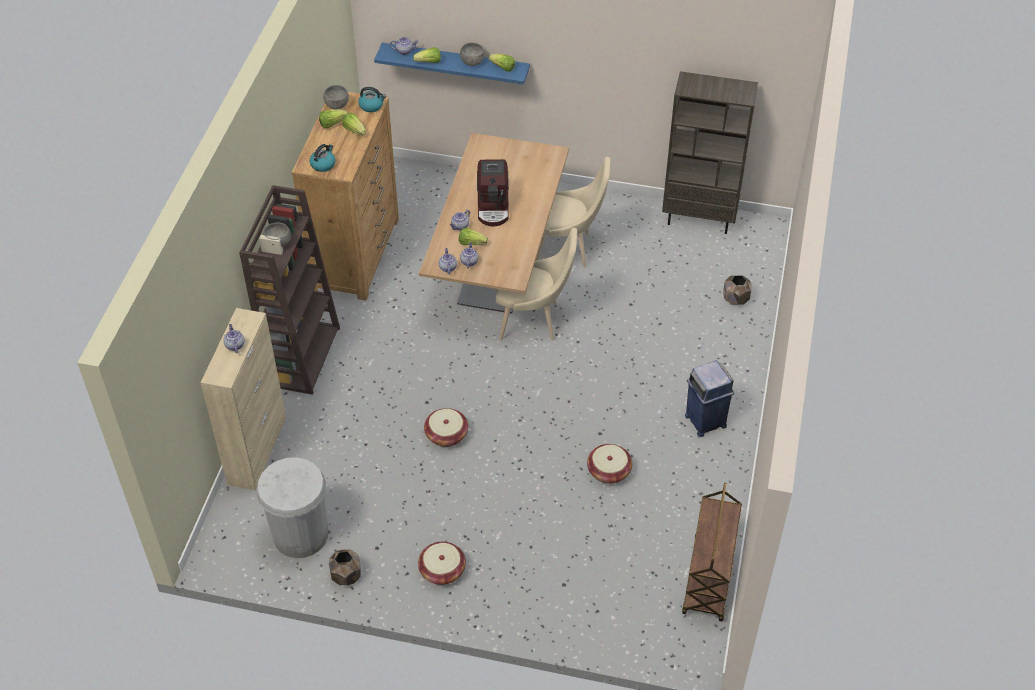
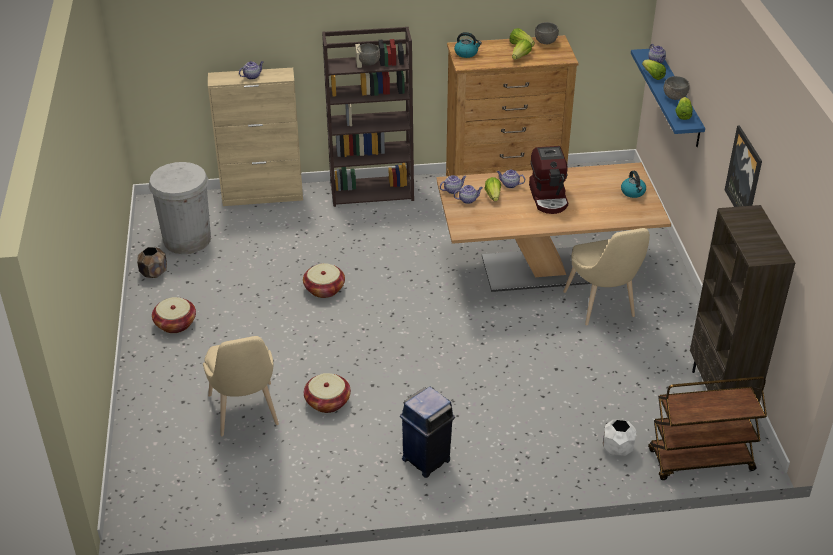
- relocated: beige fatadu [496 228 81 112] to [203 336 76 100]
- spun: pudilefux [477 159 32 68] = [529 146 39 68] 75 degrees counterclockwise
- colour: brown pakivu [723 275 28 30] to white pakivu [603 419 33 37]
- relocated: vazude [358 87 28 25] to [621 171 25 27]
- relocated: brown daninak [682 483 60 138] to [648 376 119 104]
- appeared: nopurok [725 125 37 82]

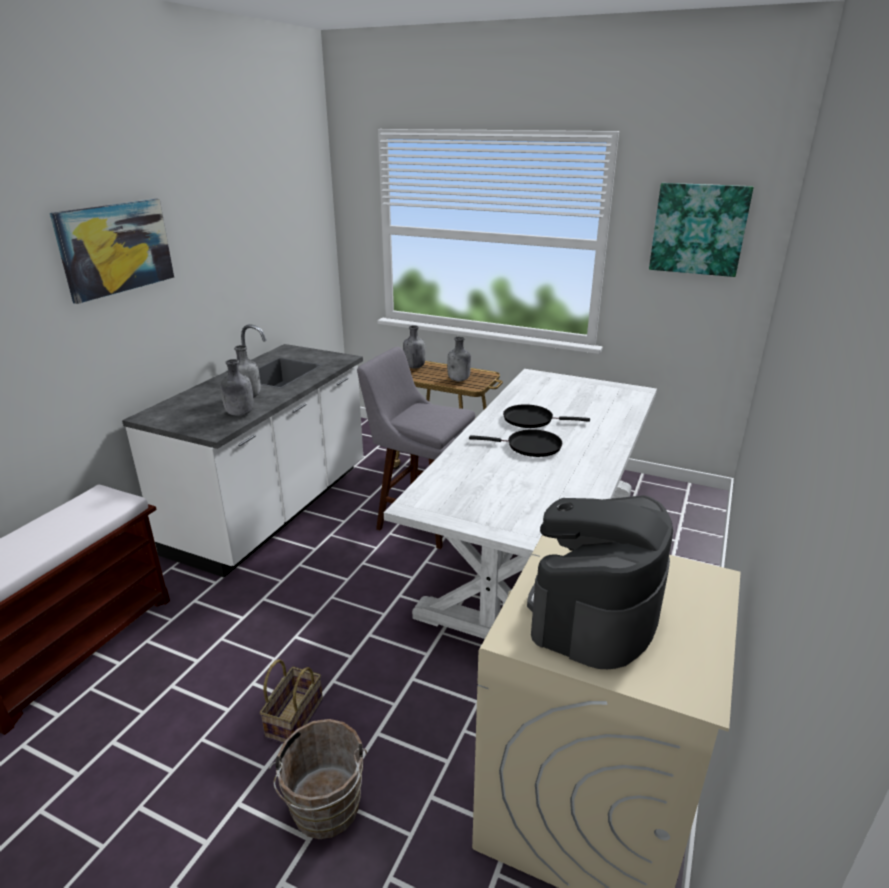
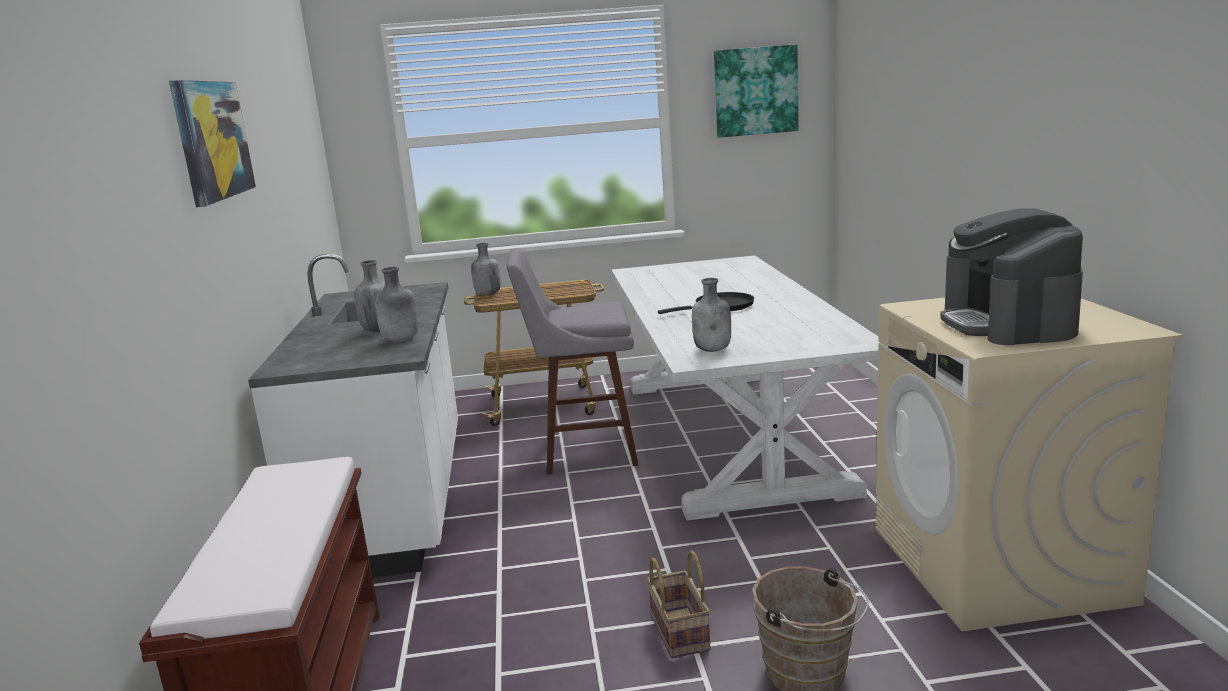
- relocated: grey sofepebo [447 337 24 44] to [692 278 39 74]
- missing: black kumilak [503 404 87 24]

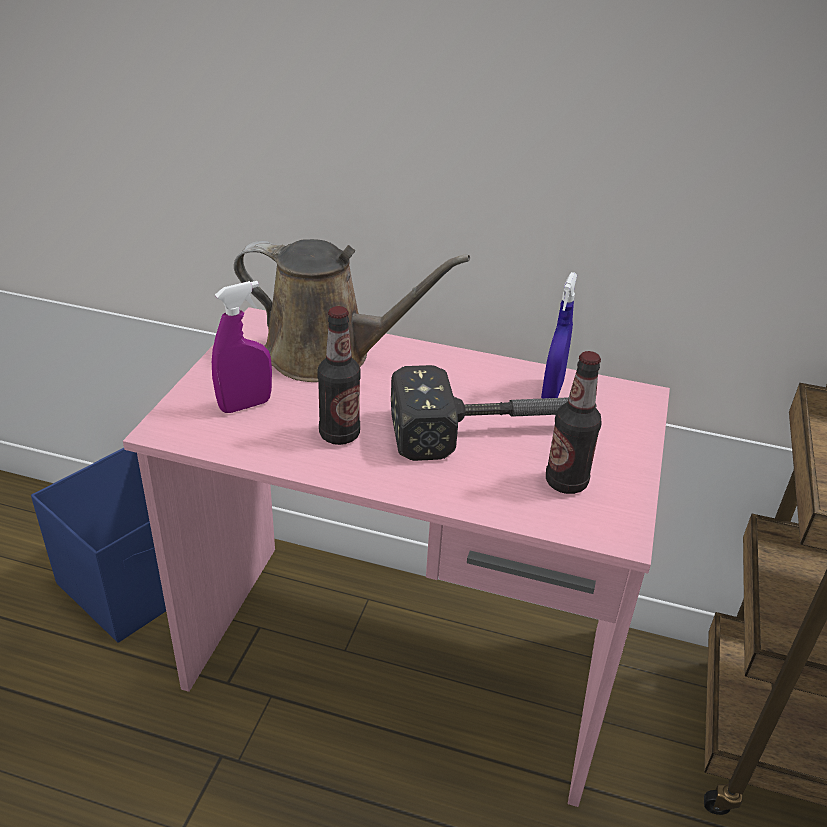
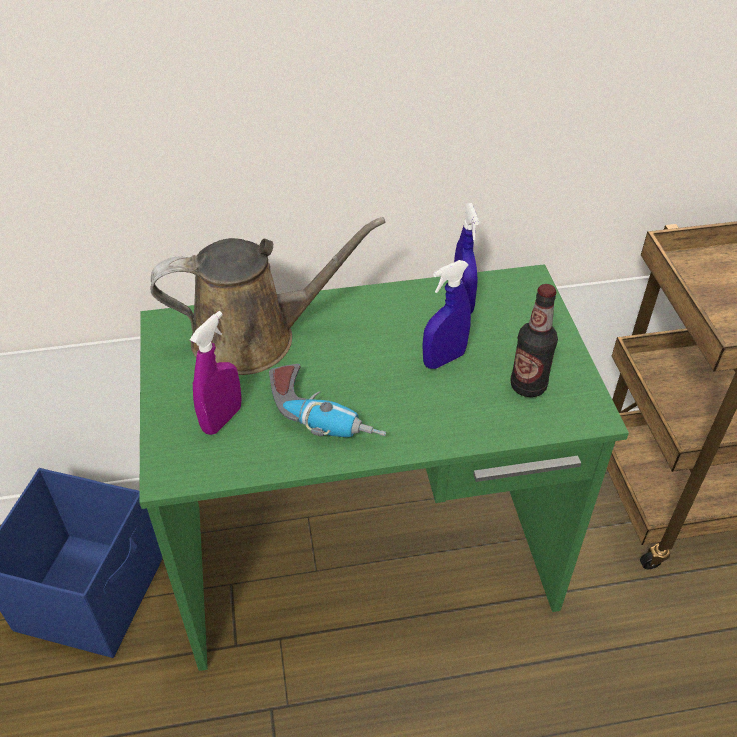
- colour: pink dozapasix [123 307 547 500] to green dozapasix [139 264 490 407]
- exchanged: sofepebo [317 306 44 139] to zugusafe [269 364 117 73]
- exchanged: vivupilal [391 365 205 96] to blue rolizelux [422 260 49 109]

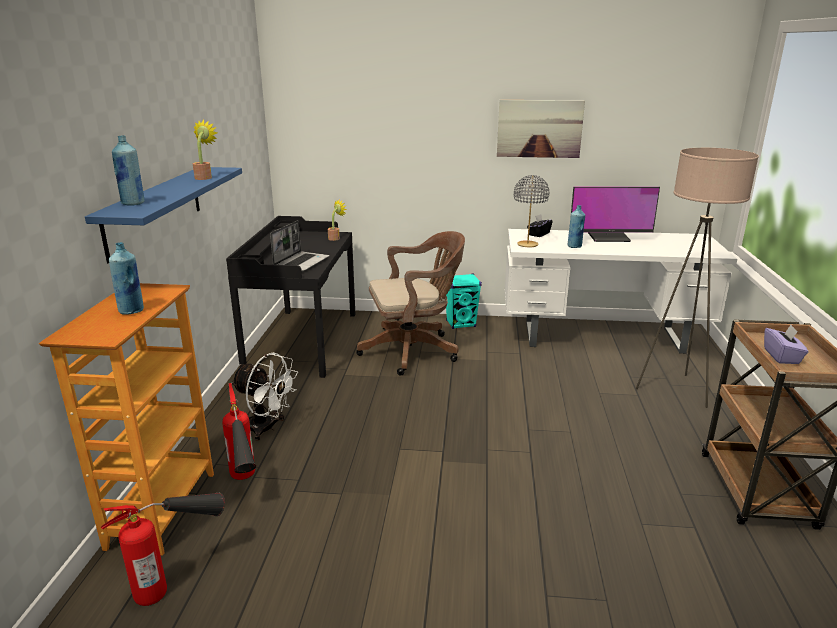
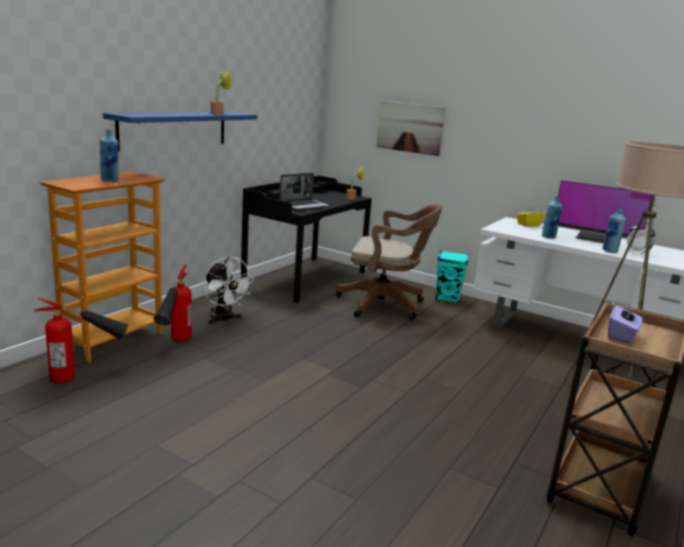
- relocated: nopurok [497 100 88 58] to [376 100 70 56]
- colour: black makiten [527 214 26 23] to yellow makiten [516 205 29 21]
- relocated: blue sofepebo [112 135 33 71] to [602 208 24 45]
- appeared: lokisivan [627 222 28 34]
- missing: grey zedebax [514 175 36 72]

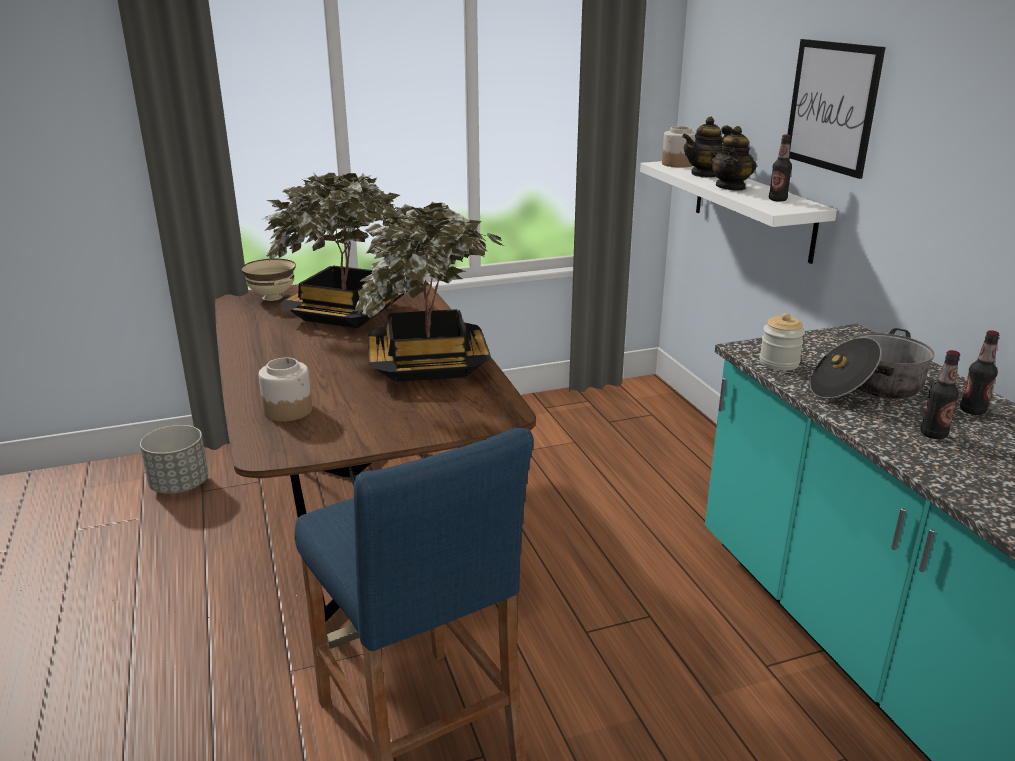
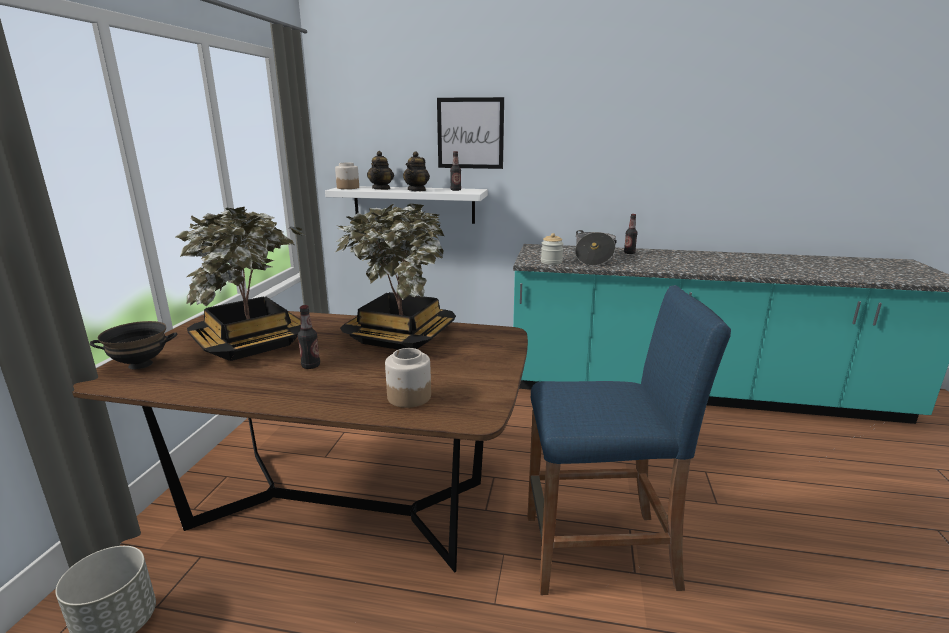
- colour: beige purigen [241 259 55 42] to black purigen [90 321 87 48]
- relocated: sofepebo [920 350 40 89] to [298 305 22 64]
- spun: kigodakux [710 126 47 65] = [403 151 27 40] 60 degrees clockwise

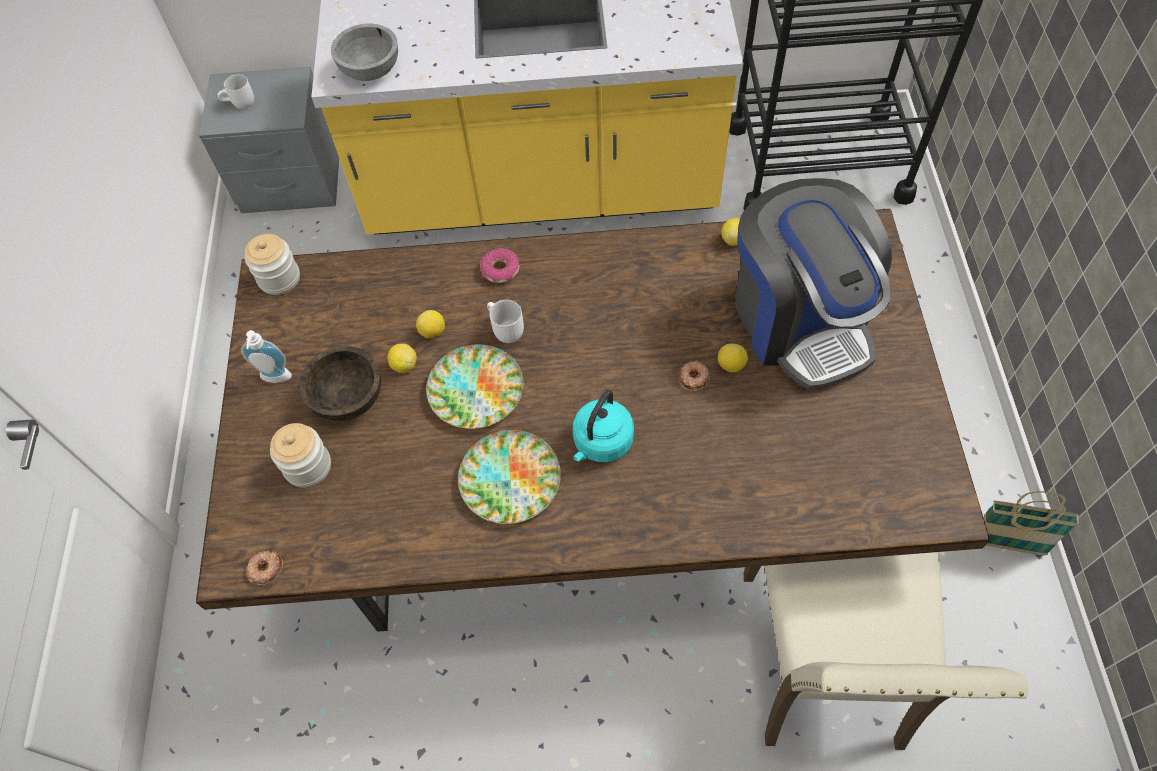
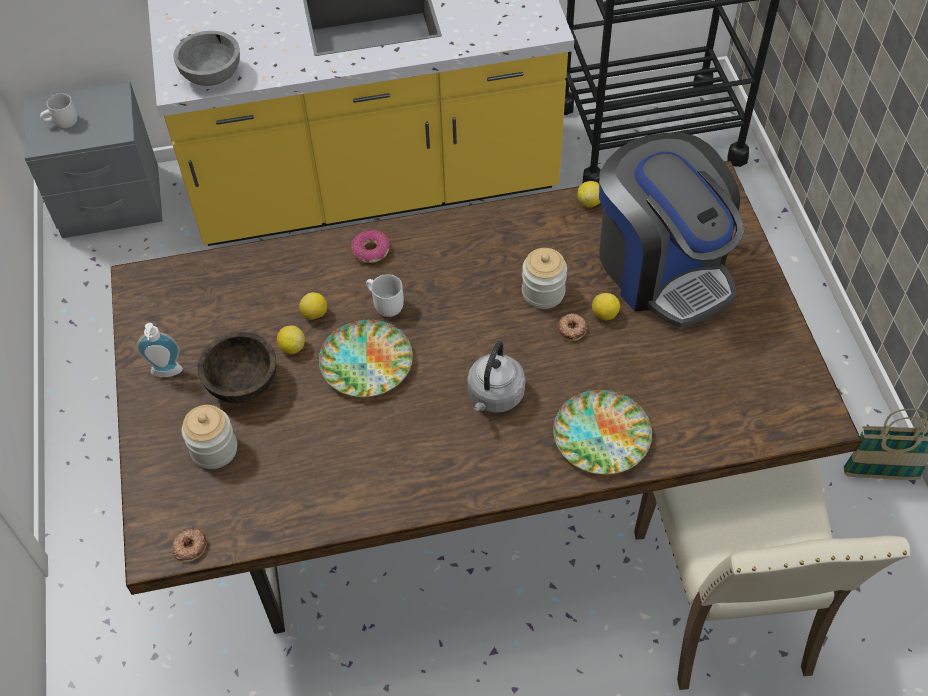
- colour: turquoise vazude [573 390 61 72] to grey vazude [467 341 59 72]
- relocated: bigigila [245 234 55 61] to [522 248 45 61]
- relocated: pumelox [458 430 103 94] to [553 390 99 84]

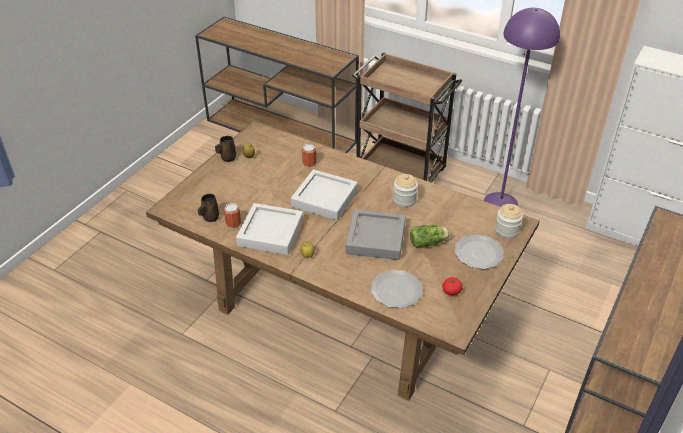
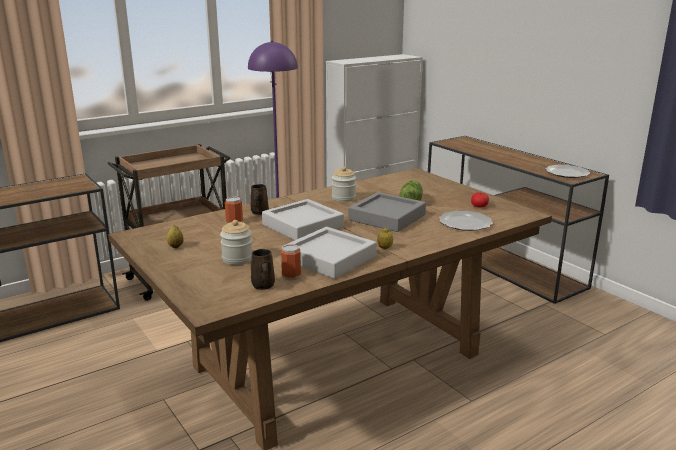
- relocated: bigigila [495 204 28 35] to [220 220 32 45]
- relocated: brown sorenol [215 136 21 26] to [251 184 18 31]
- relocated: pumelox [454 234 50 35] to [545 165 45 13]

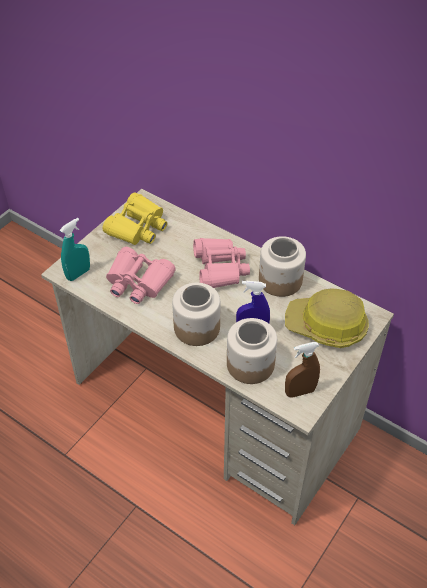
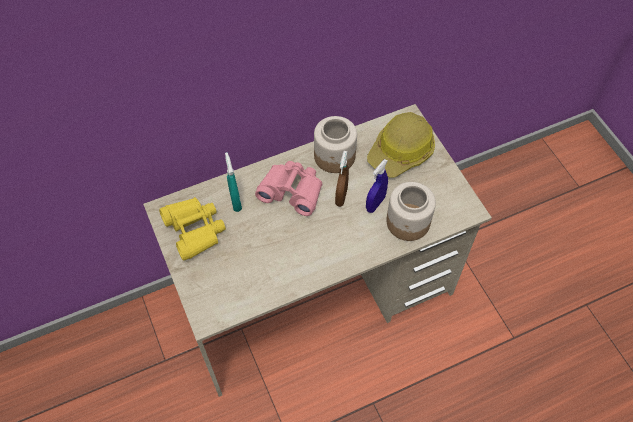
- relocated: turquoise rolizelux [60 218 30 63] to [225 153 17 59]
- relocated: brown rolizelux [285 342 35 56] to [335 151 14 56]
- missing: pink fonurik [106 247 70 57]
- missing: bigigila [172 283 48 63]

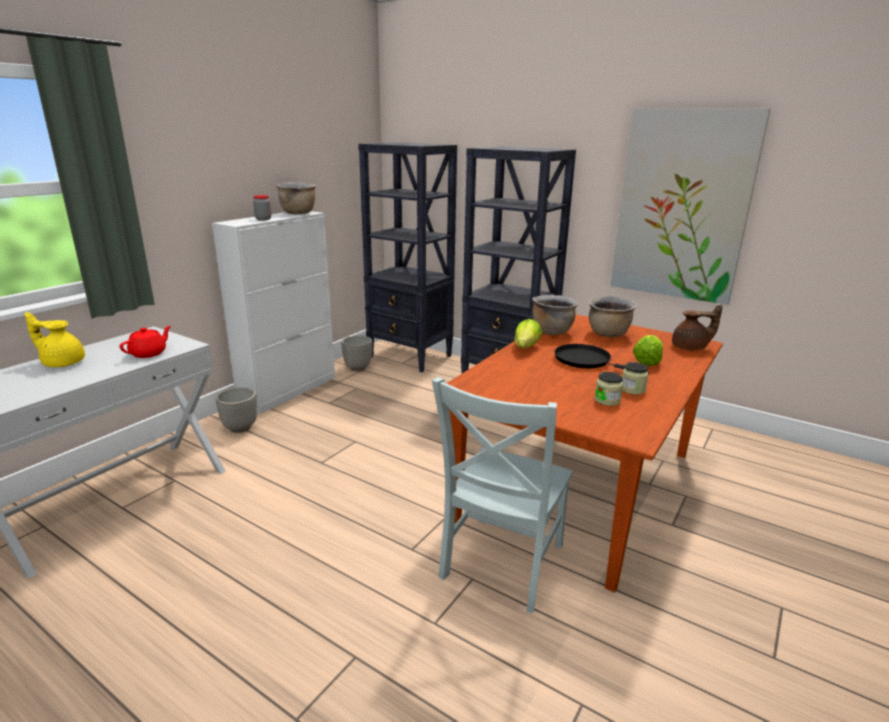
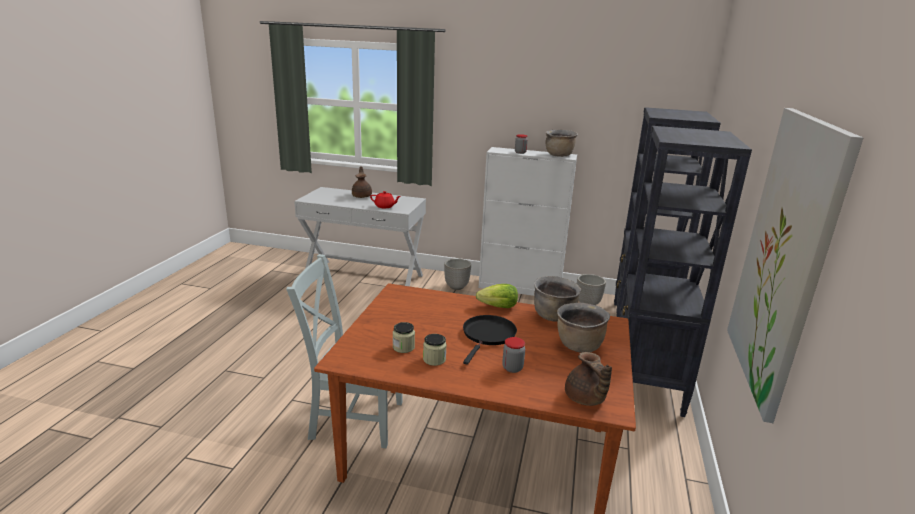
- colour: yellow kigodakux [25 312 60 55] to brown kigodakux [352 166 20 32]
- exchanged: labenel [633 335 30 31] to bigigila [502 337 23 36]

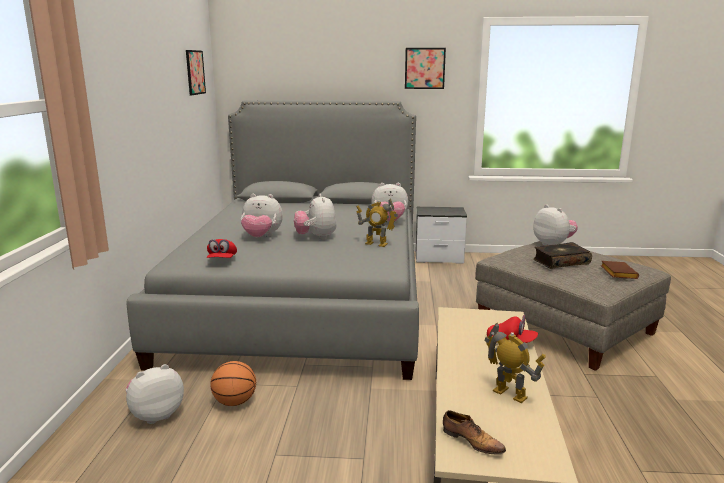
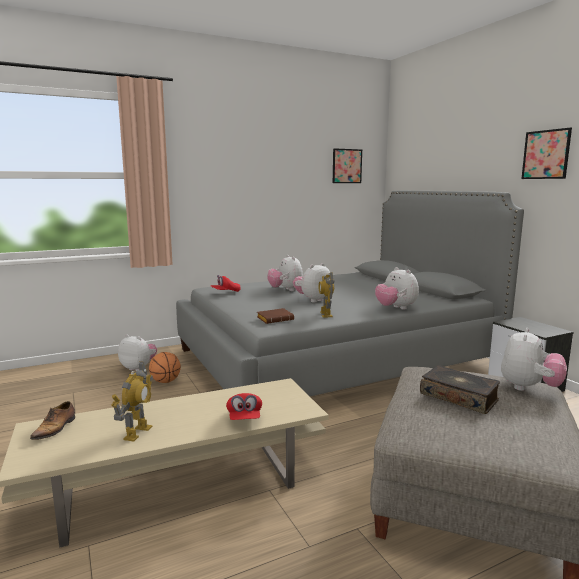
- relocated: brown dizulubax [601 261 38 18] to [257 308 37 16]

